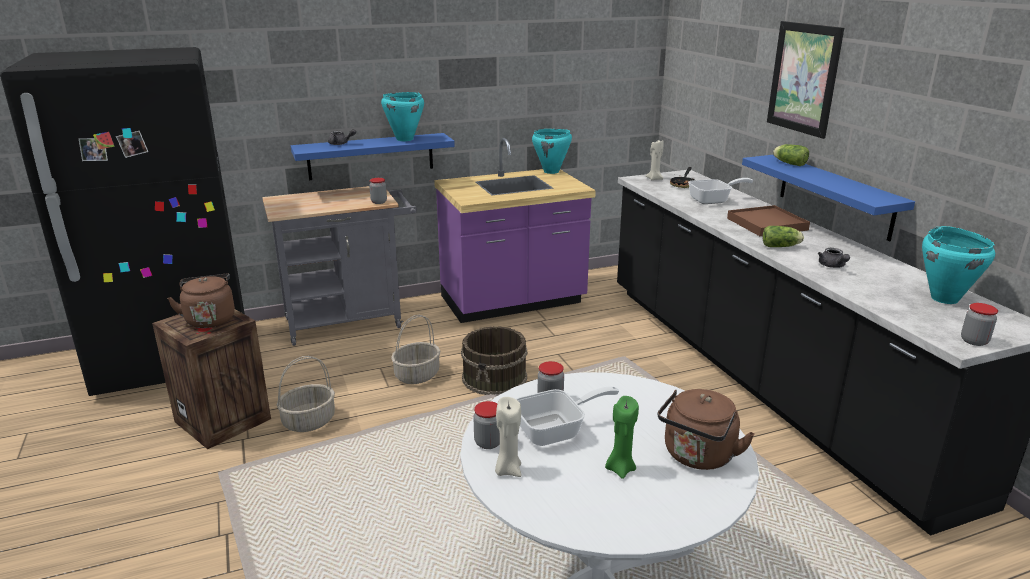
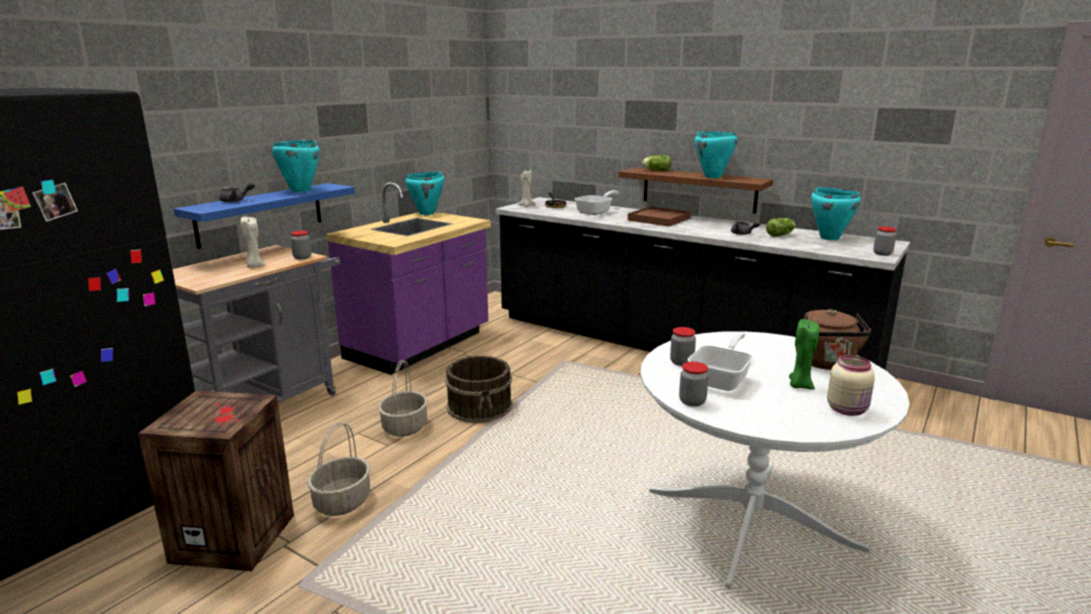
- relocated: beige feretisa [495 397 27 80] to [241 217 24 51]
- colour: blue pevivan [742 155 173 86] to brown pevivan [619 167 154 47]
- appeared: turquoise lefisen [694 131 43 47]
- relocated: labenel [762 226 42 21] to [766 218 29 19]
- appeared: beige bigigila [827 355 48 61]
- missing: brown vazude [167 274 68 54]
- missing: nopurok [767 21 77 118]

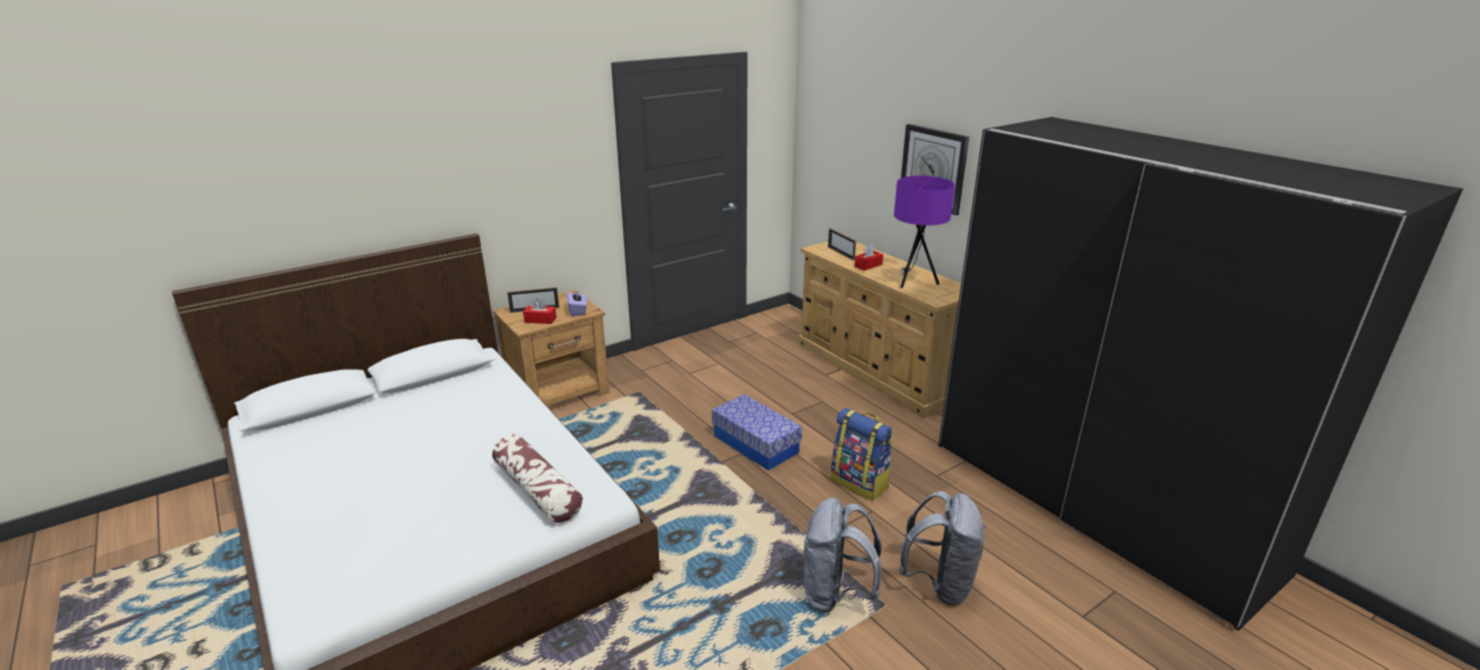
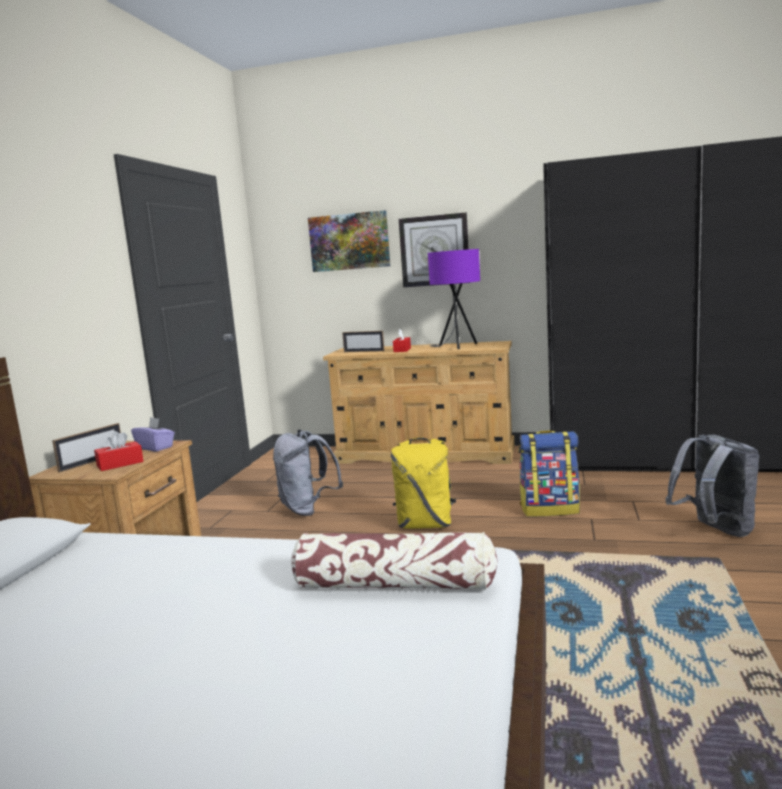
- relocated: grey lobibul [804 497 78 116] to [273 430 70 86]
- appeared: nopurok [308 210 82 62]
- exchanged: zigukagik [712 394 90 77] to yellow lobibul [391 438 65 91]

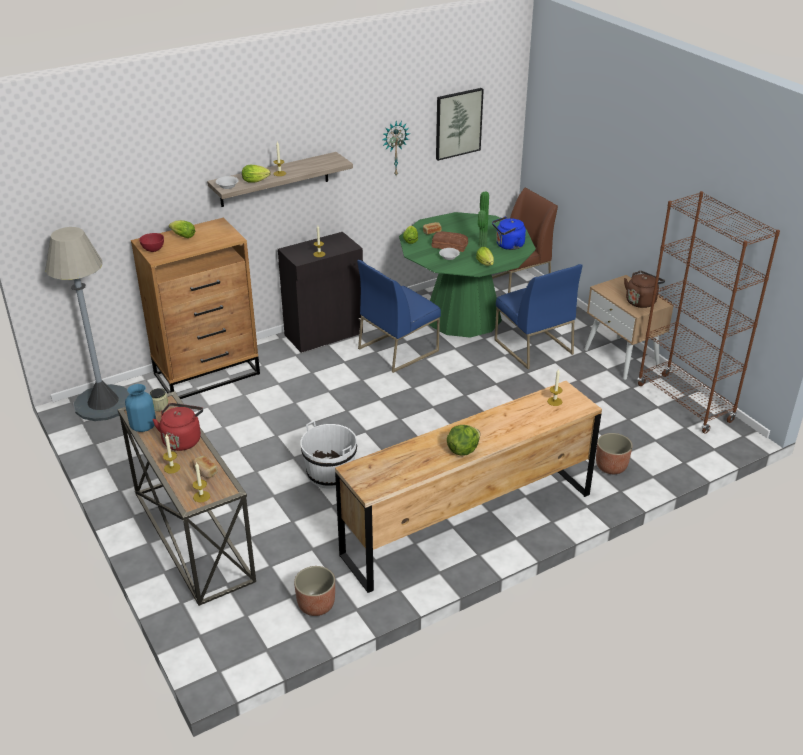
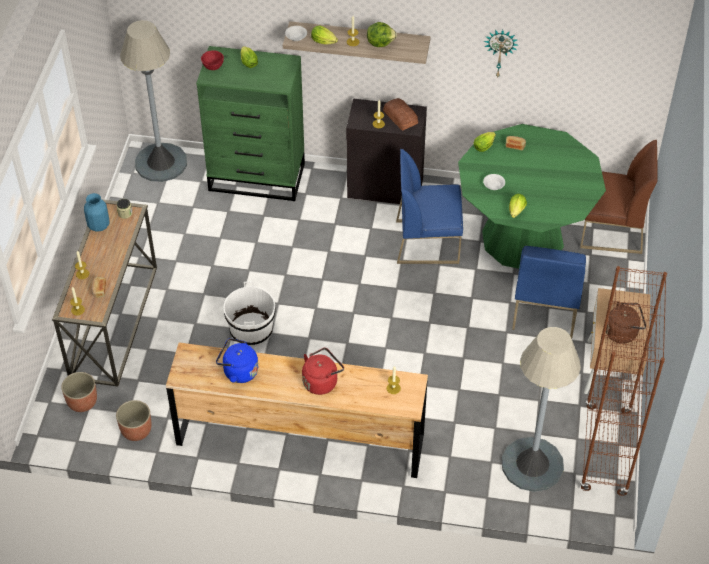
- relocated: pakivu [596 433 37 41] to [61 372 36 40]
- colour: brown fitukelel [131 217 129 182] to green fitukelel [196 46 109 155]
- relocated: blue vazude [492 216 34 34] to [216 338 42 45]
- relocated: red vazude [152 403 51 48] to [302 348 42 47]
- relocated: labenel [447 425 33 30] to [367 22 30 25]
- relocated: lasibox [432 231 36 21] to [383 98 35 33]
- appeared: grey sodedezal [502 327 79 165]
- missing: nopurok [436 88 48 73]
- missing: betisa [478 192 11 55]

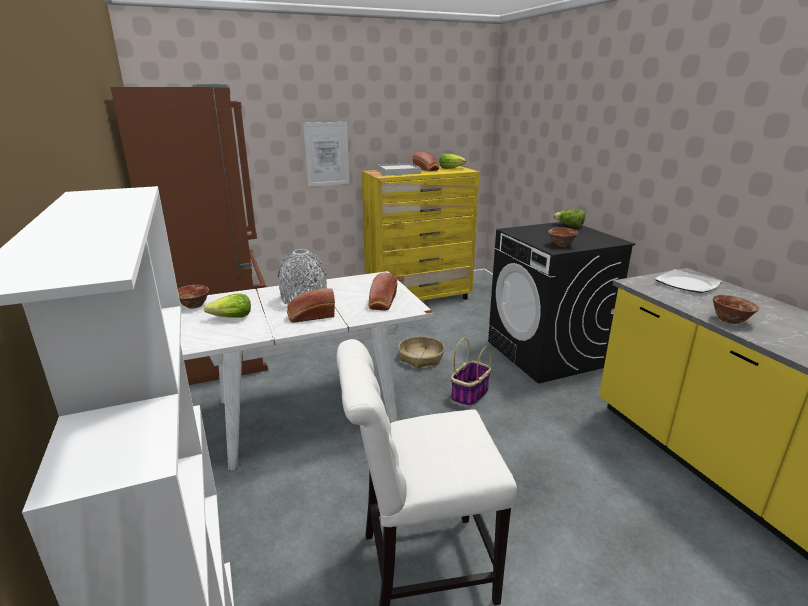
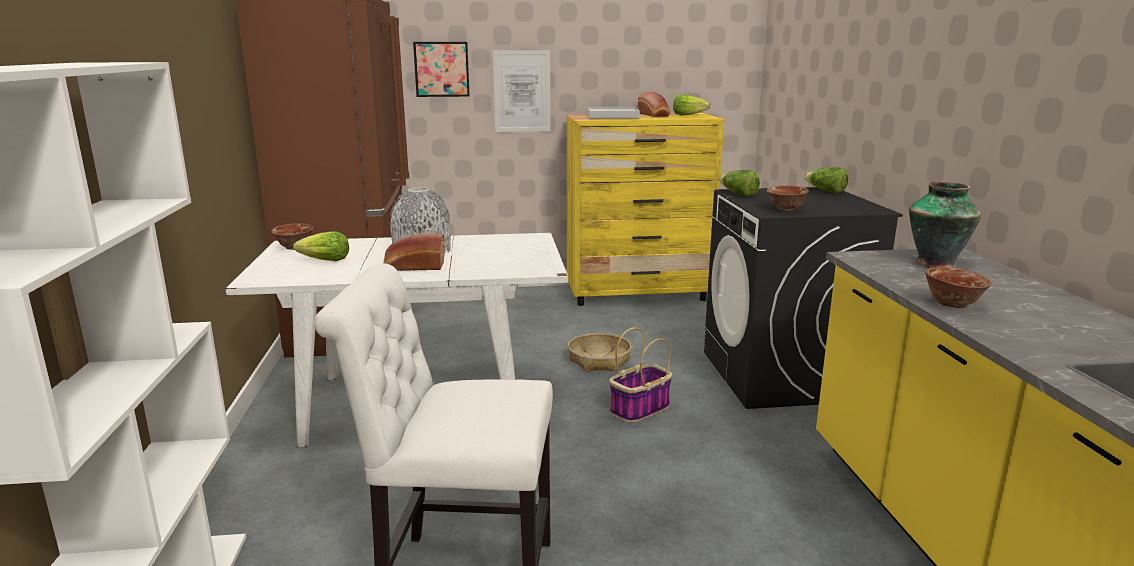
- appeared: nopurok [413 42 57 55]
- appeared: labenel [719 170 41 27]
- exchanged: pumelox [655 269 67 24] to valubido [909 182 73 86]
- missing: lasibox [368 272 30 38]

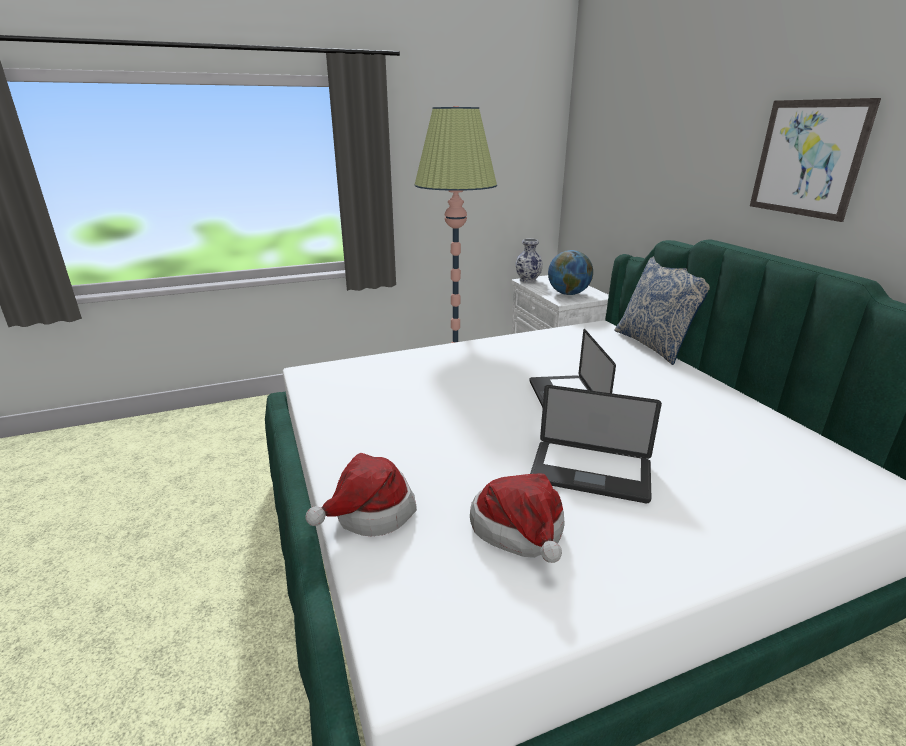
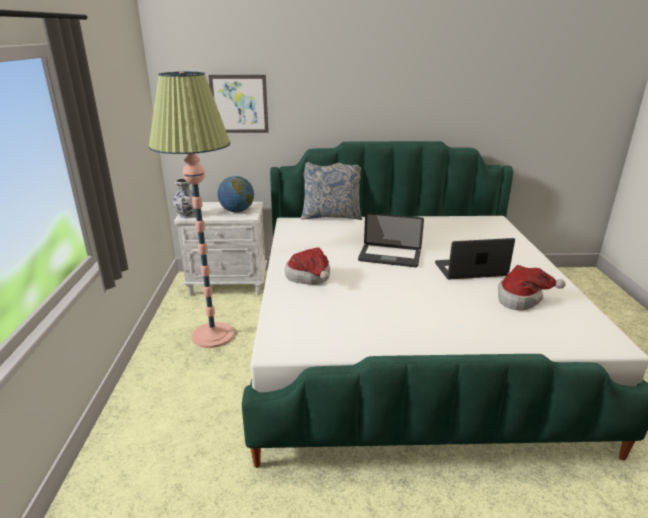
- relocated: nopurok [750 98 131 124] to [208 75 61 58]
- relocated: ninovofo [305 453 112 83] to [285 247 45 38]
- spun: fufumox [530 385 132 118] = [435 238 80 42] 135 degrees counterclockwise

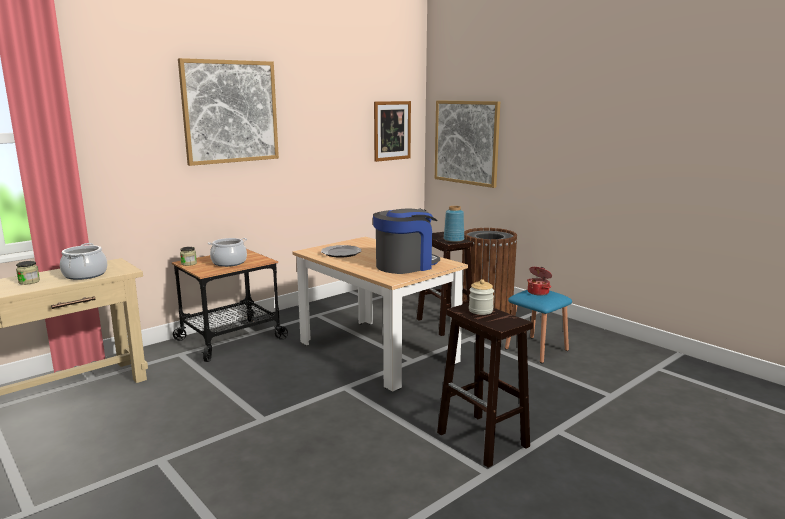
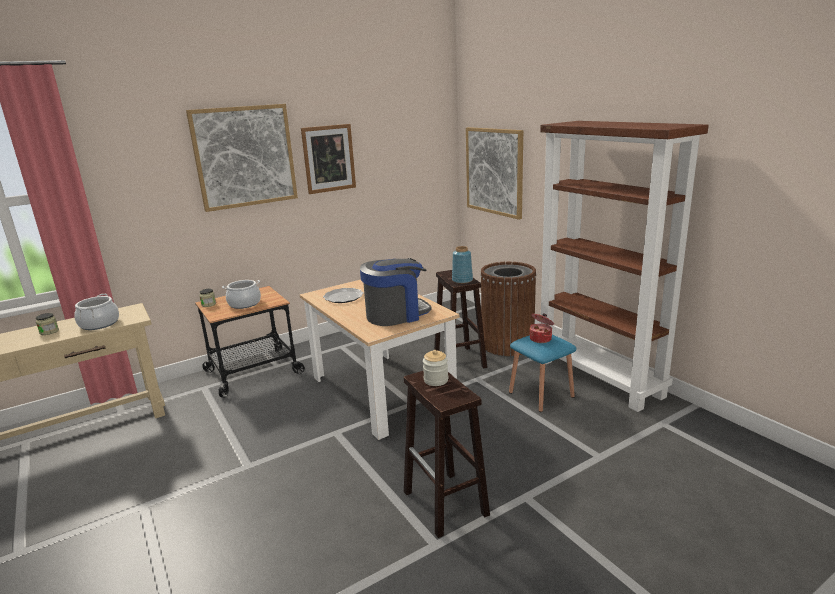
- relocated: nopurok [374 101 37 61] to [301 124 55 70]
- appeared: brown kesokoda [540 121 169 291]

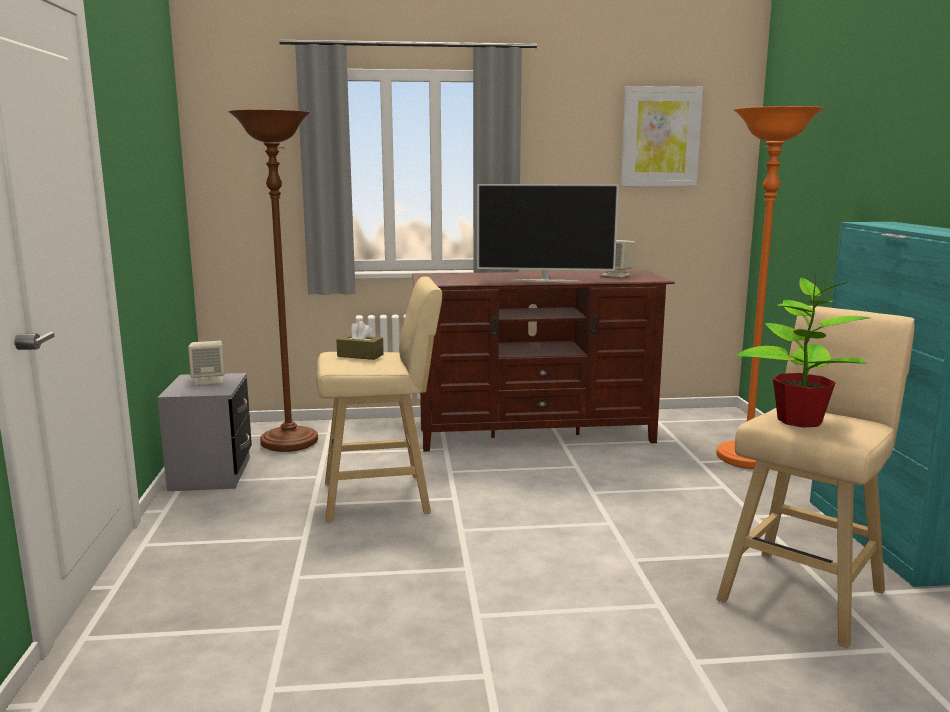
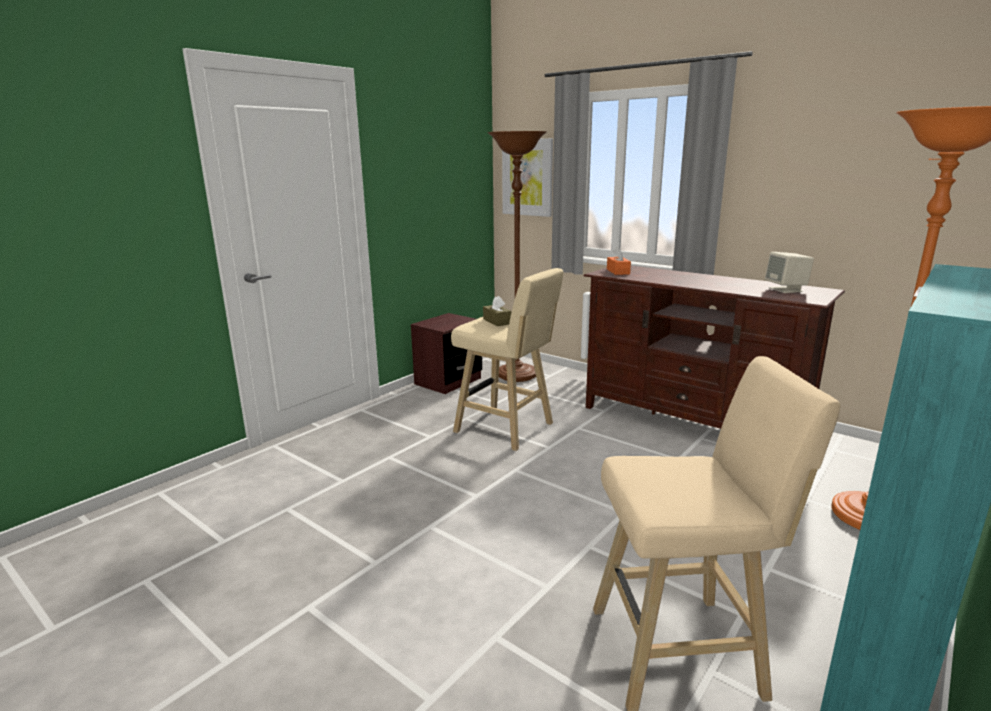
- colour: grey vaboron [157 373 95 118] to brown vaboron [411 313 71 81]
- relocated: nopurok [621 86 82 100] to [502 138 51 79]
- appeared: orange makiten [607 247 24 28]
- missing: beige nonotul [188 341 37 44]
- missing: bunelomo [477 184 142 98]
- missing: betisa [736 274 134 154]

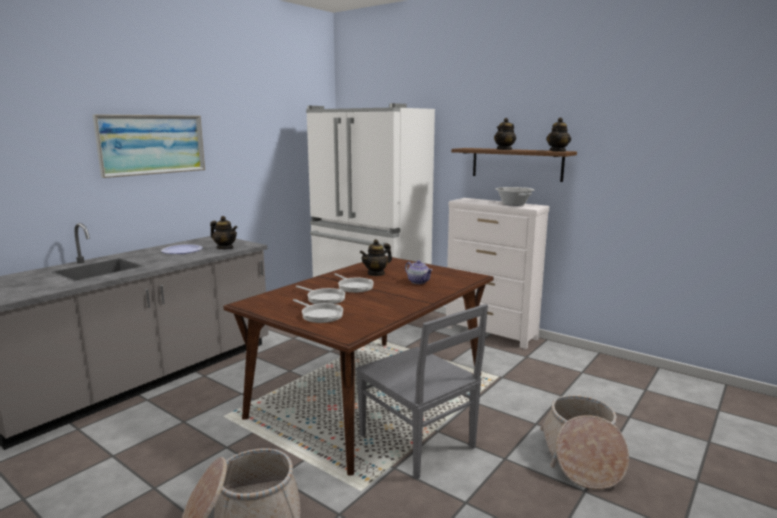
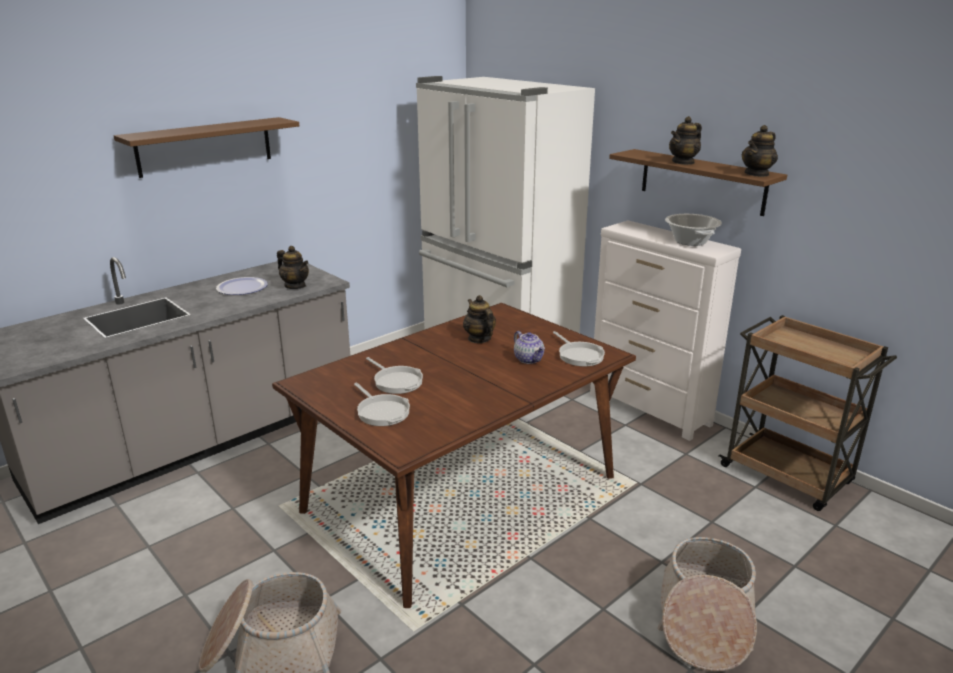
- exchanged: nopurok [93 114 112 64] to brown pevivan [114 117 185 61]
- spun: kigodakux [360 239 32 37] = [463 295 33 48] 90 degrees clockwise
- relocated: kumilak [334 273 40 20] to [553 331 52 36]
- appeared: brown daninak [718 315 179 196]
- missing: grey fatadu [356 304 132 175]

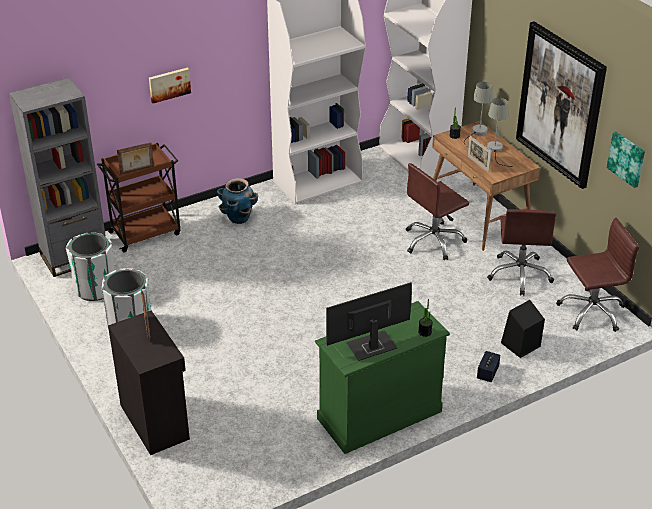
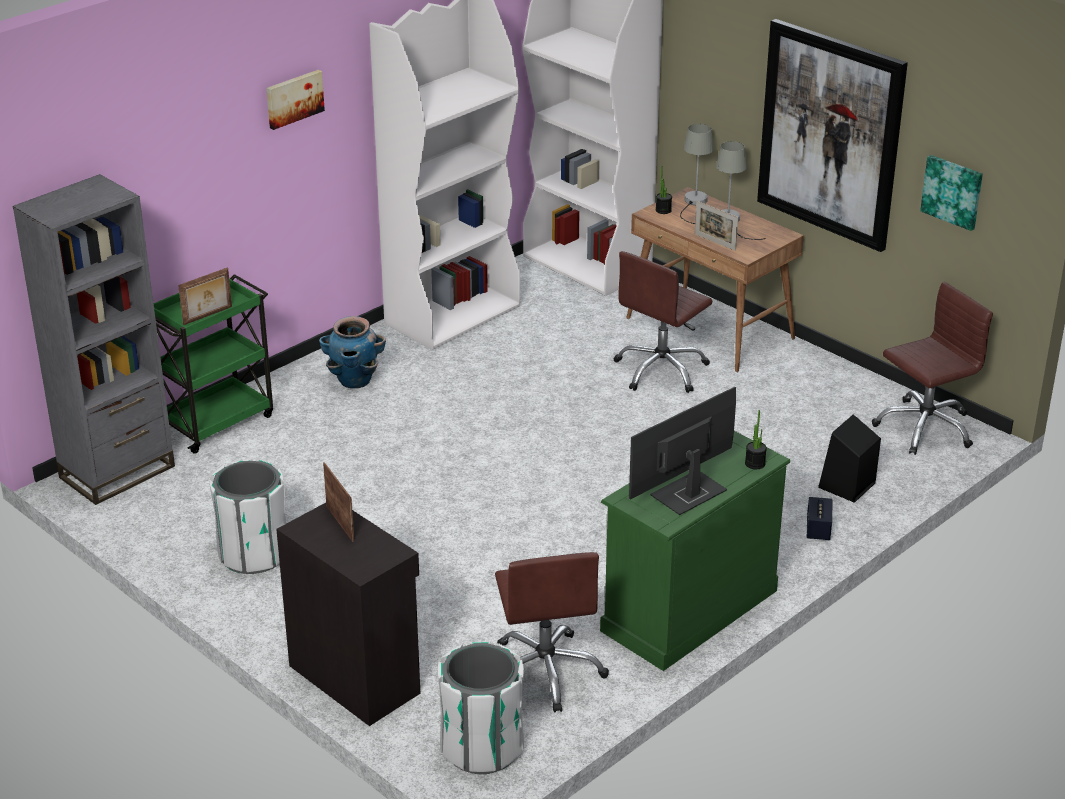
- colour: brown daninak [97 143 84 110] to green daninak [154 274 119 180]
- relocated: nopurok [149 67 42 36] to [266 70 59 60]
- relocated: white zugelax [66 232 49 69] to [438 642 86 132]
- relocated: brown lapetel [487 209 69 86] to [495 552 114 161]

